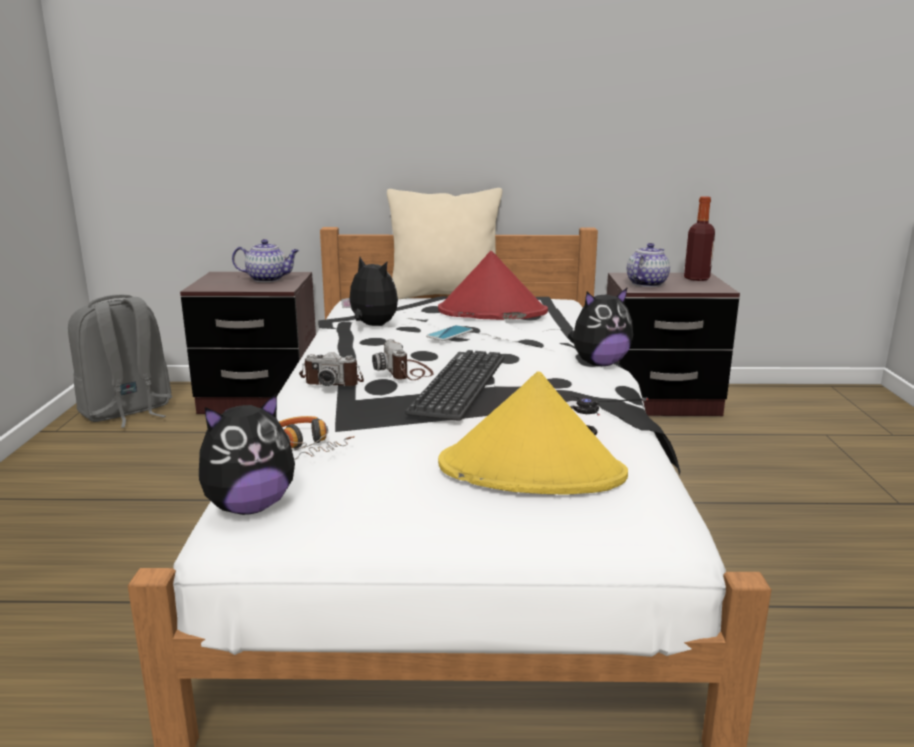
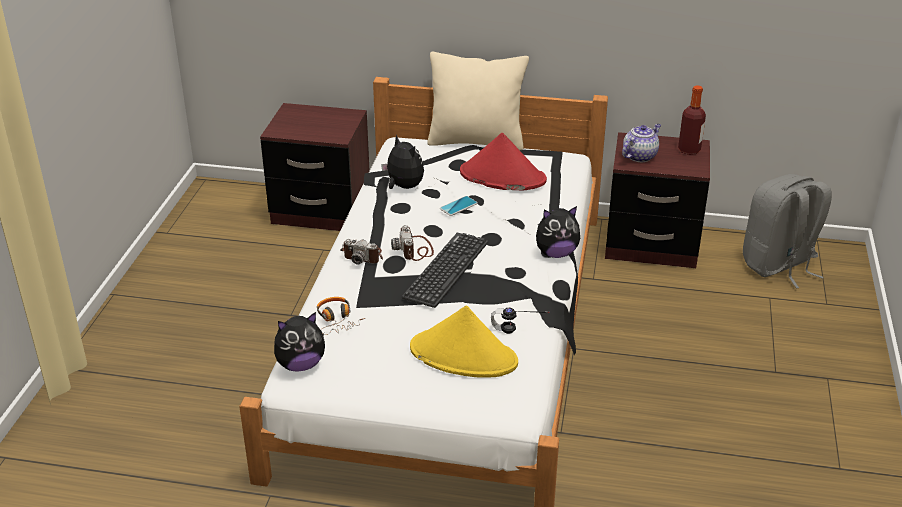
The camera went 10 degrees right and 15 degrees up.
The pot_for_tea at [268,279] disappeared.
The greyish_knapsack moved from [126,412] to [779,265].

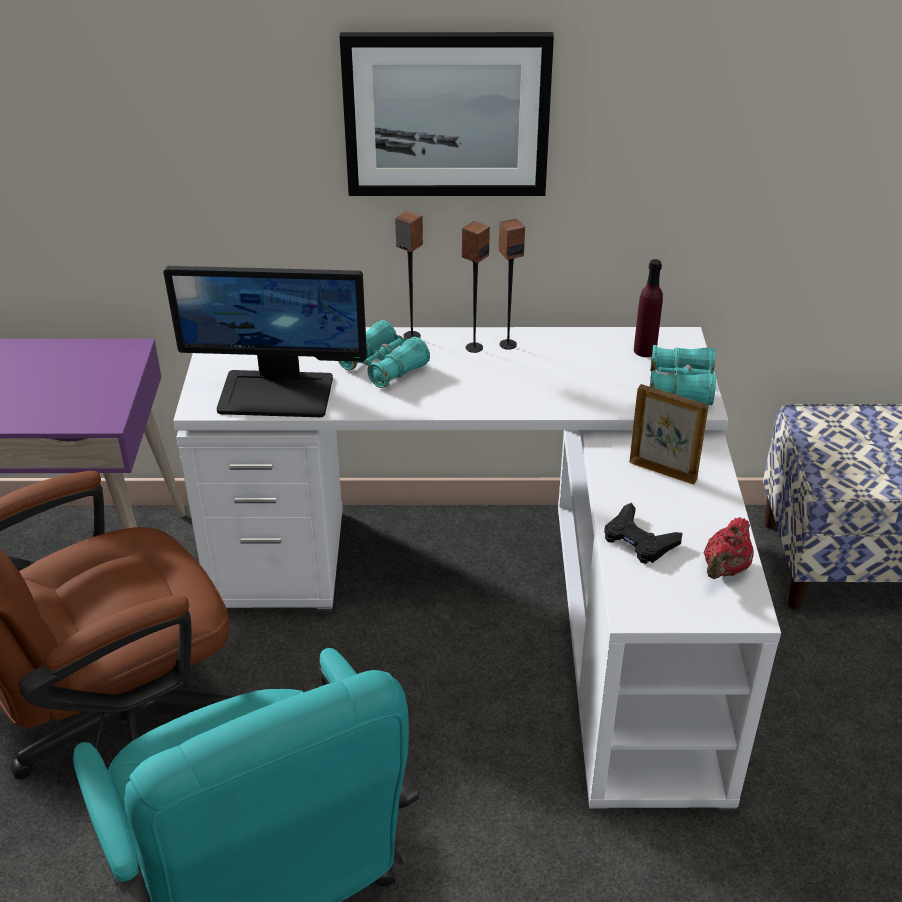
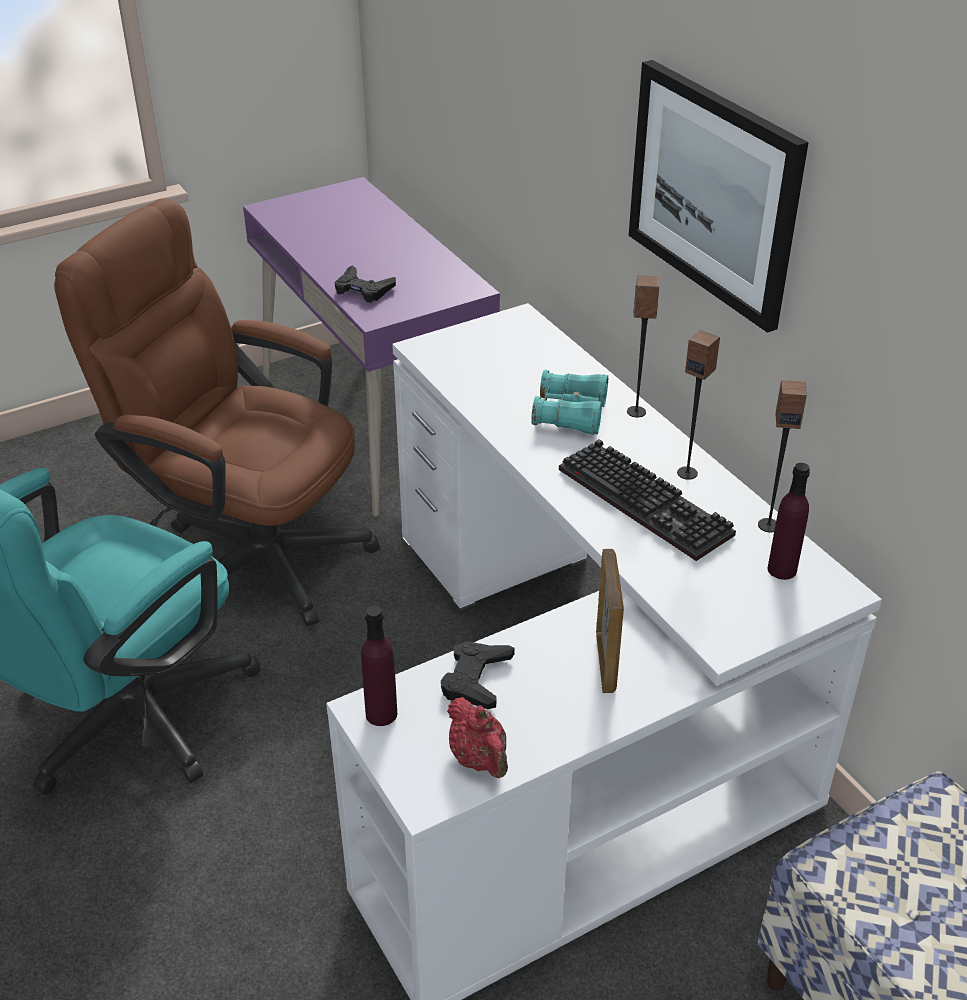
The camera went 60 degrees right and 0 degrees up.
The speaker moved from [474,347] to [768,525].
The computer_screen at [277,393] disappeared.
The blue-green_field_glasses at [681,386] disappeared.
The reddish_pot_for_tea at [725,569] turned 120 degrees counterclockwise.
The black-coloured_gamepad at [363,290] appeared.
The keyboard at [649,502] appeared.
The purple_beverage_bottle at [381,713] appeared.

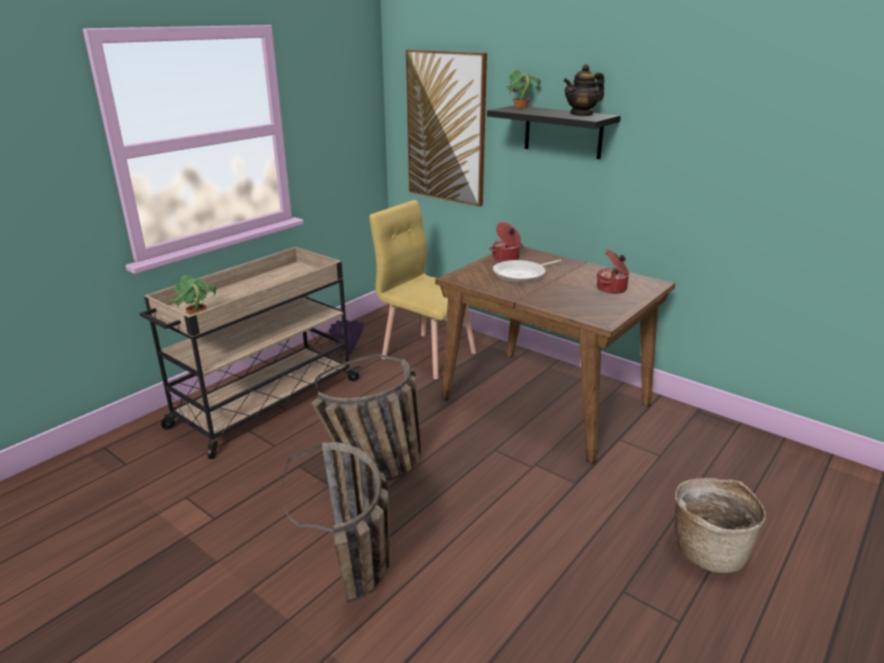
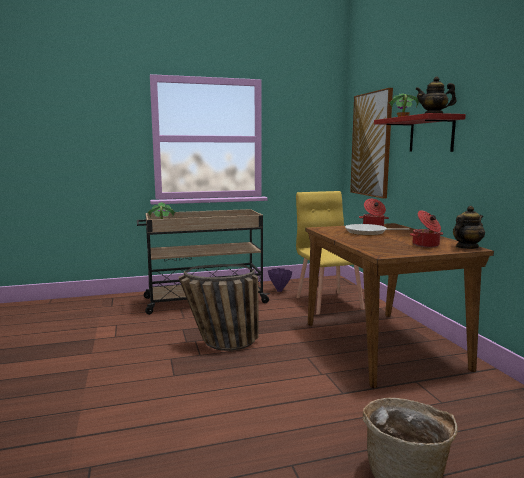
The camera went 35 degrees right and 15 degrees down.
The black-coloured_wall_shelf at [563,132] became the reddish_wall_shelf at [431,134].
The household_basket at [358,581] disappeared.
The pot_for_tea at [466,247] appeared.

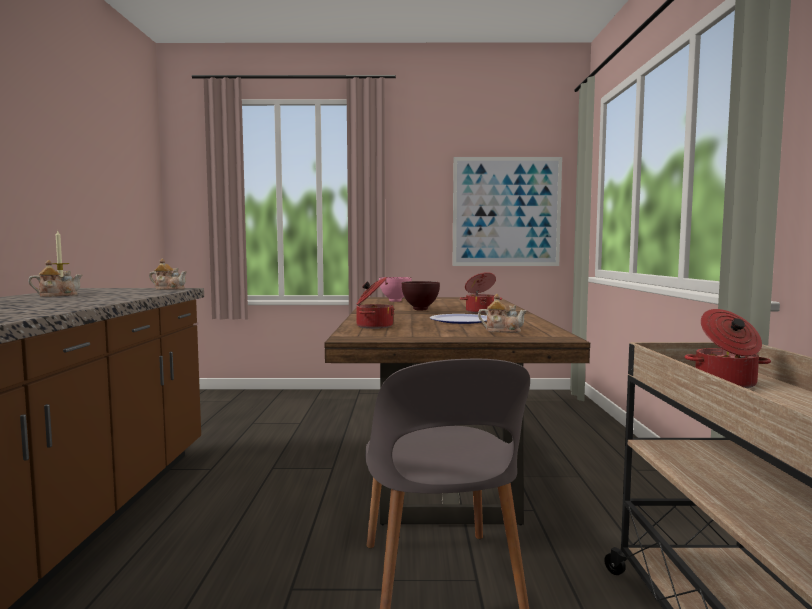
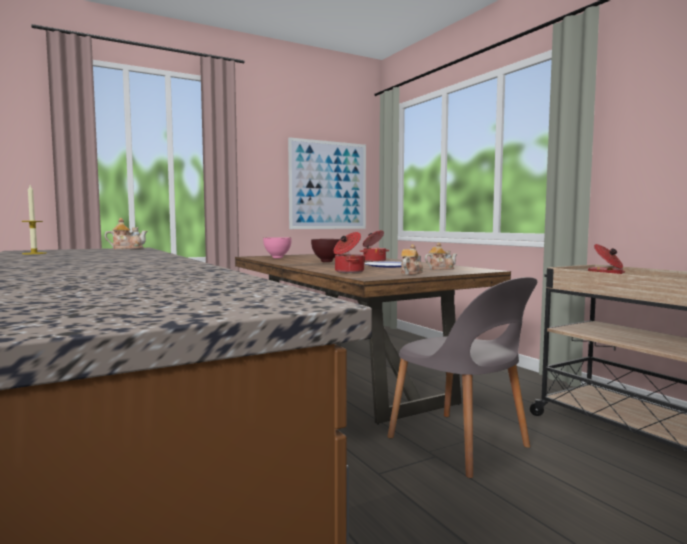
The camera went 30 degrees left and 0 degrees up.
The pot_for_tea moved from [57,295] to [411,273].

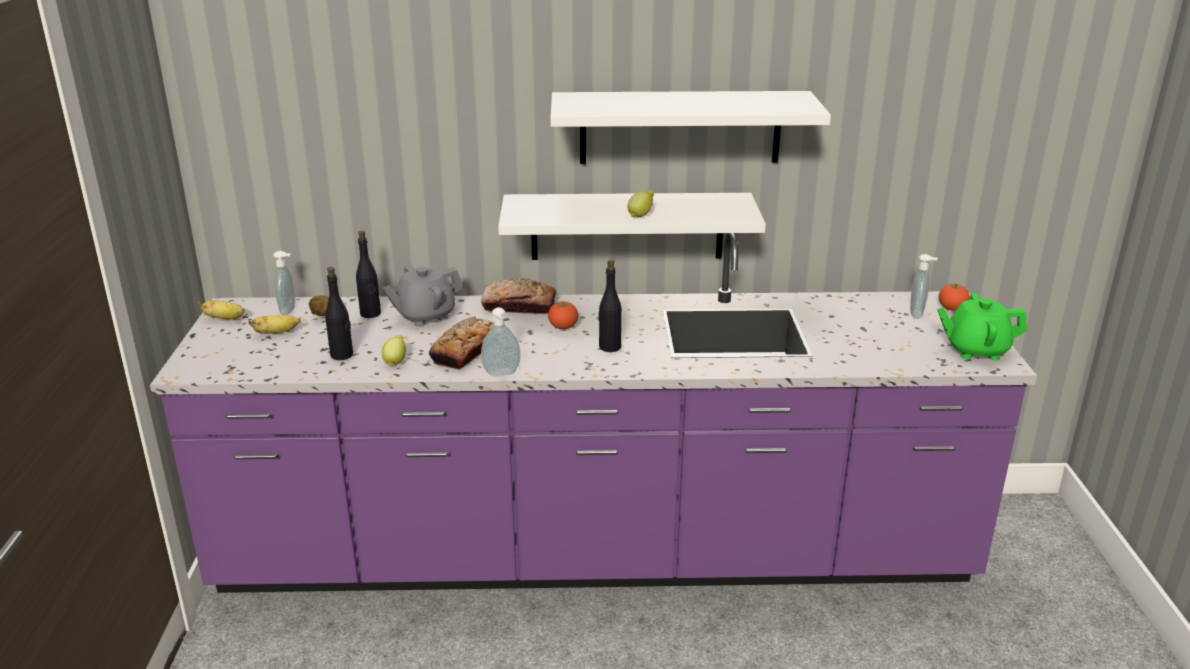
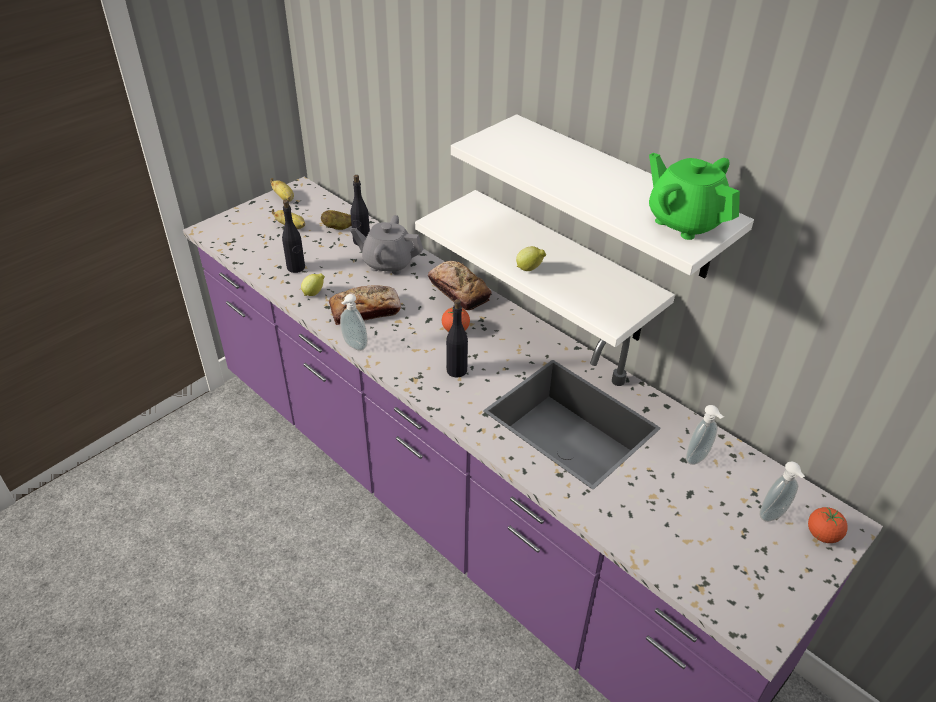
The camera went 45 degrees right and 15 degrees up.
The soap_dispenser moved from [289,310] to [698,459].
The green-coloured_pot_for_tea moved from [975,350] to [684,222].

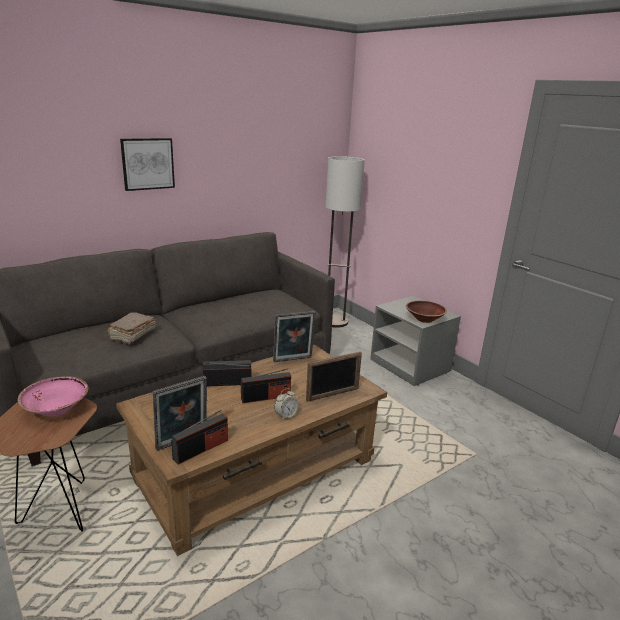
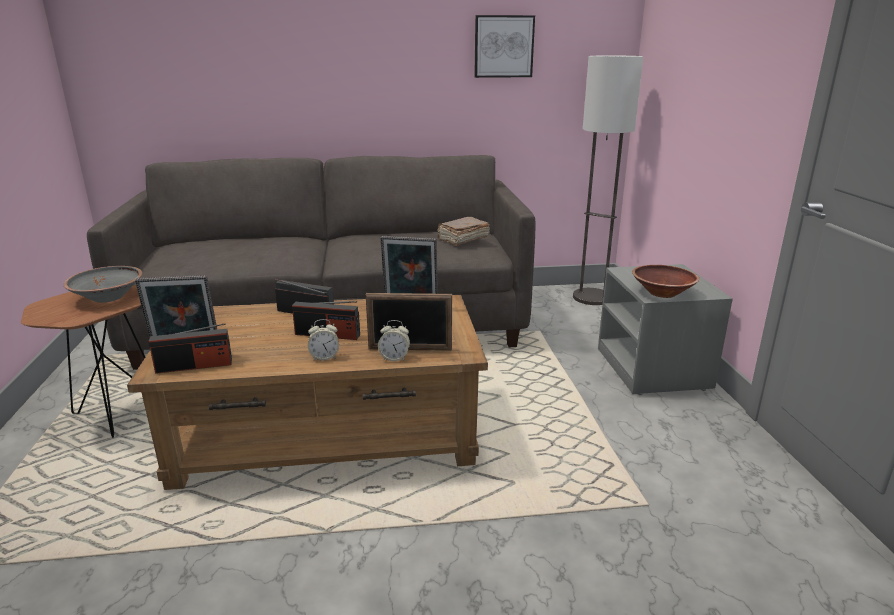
The camera went 30 degrees right and 0 degrees up.
The picture moved from [147,164] to [503,46].
The brown-coloured_bound_book moved from [131,335] to [462,239].
The pink_bowl at [56,409] became the greyish_bowl at [108,297].
The alarm_clock at [394,358] appeared.

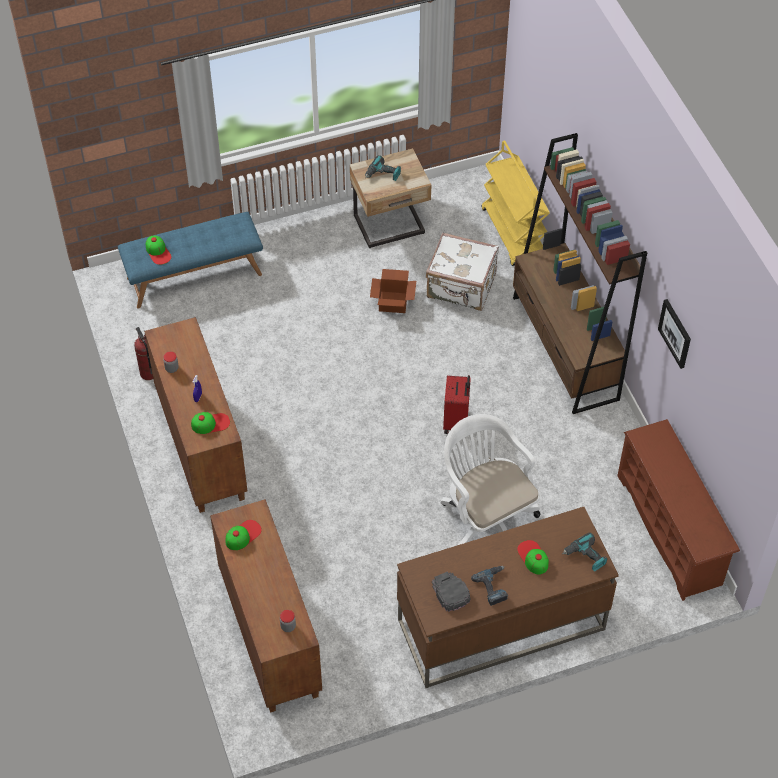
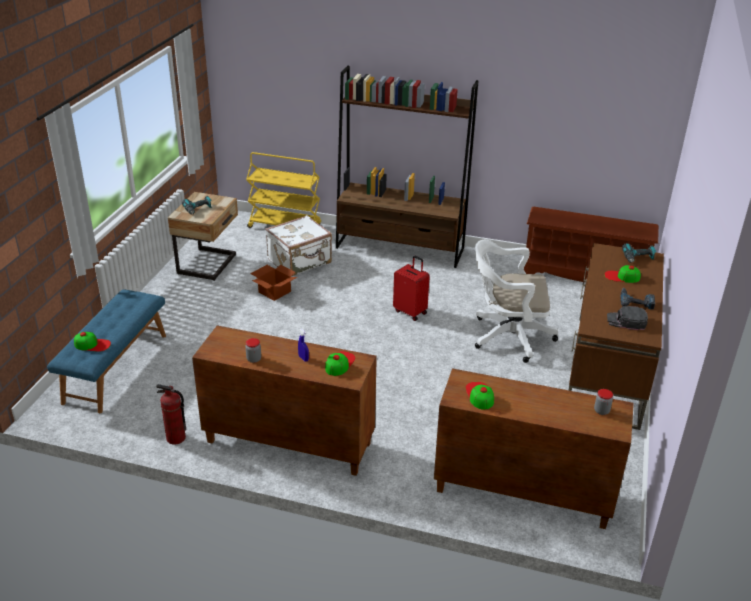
The camera went 55 degrees left and 20 degrees down.
The picture at [675,333] disappeared.

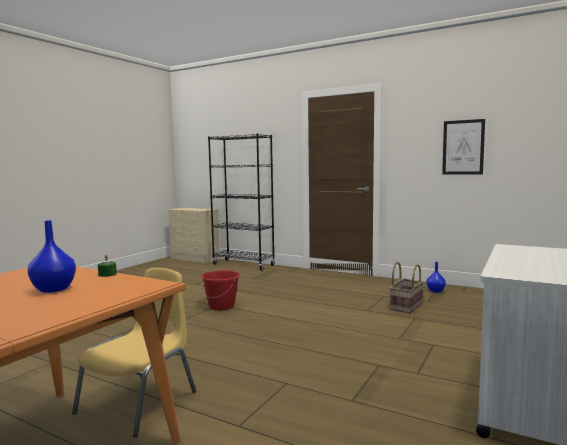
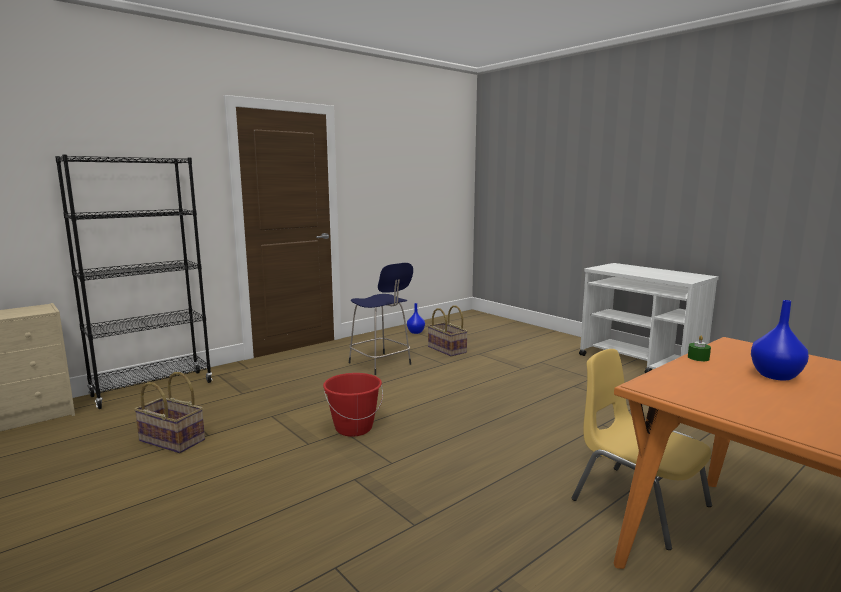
The camera went 70 degrees left and 5 degrees up.
The picture at [463,147] disappeared.
The blue-coloured_stool_seat at [381,364] appeared.
The household_basket at [171,441] appeared.

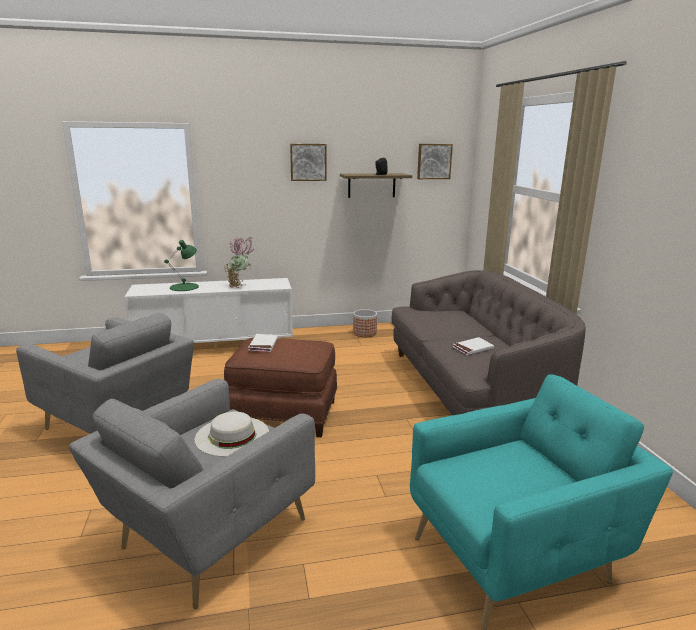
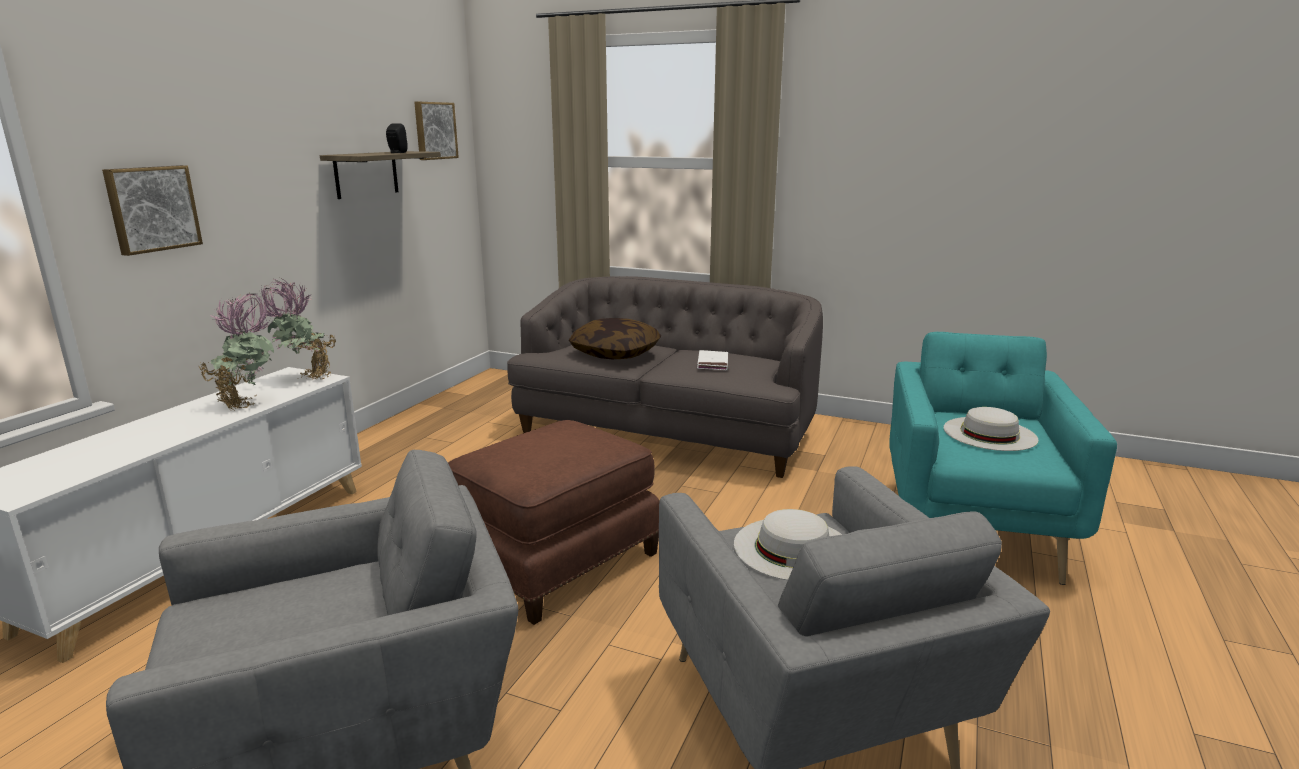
The camera went 55 degrees left and 0 degrees up.
The picture moved from [308,162] to [152,208].
The green-coloured_tabletop_lamp at [185,287] disappeared.
The plant_pot at [364,333] disappeared.
The whitish_bound_book at [263,344] disappeared.
The potted_plant at [305,379] appeared.
The cushion at [615,353] appeared.
The whitish_clothing_hat at [989,433] appeared.

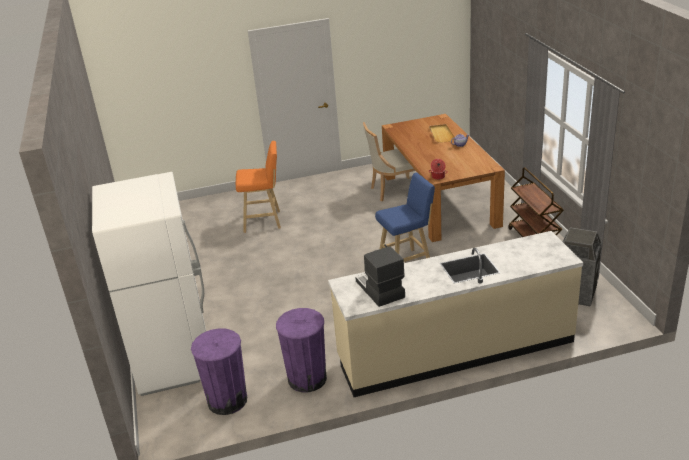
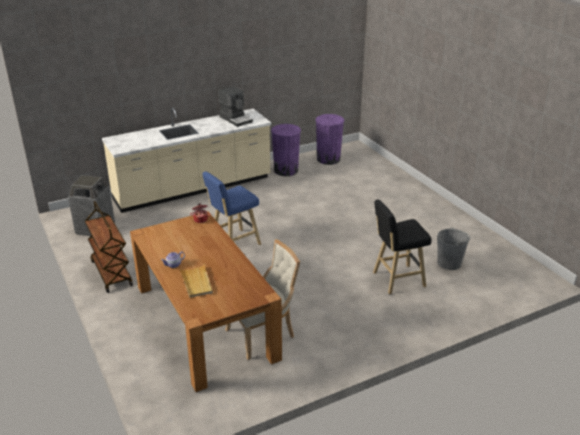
The camera went 165 degrees right and 0 degrees up.
The orangey_stool_seat at [264,221] became the black-coloured_stool_seat at [396,280].
The whitish_refrigerator at [174,361] disappeared.
The greyish_pail at [449,263] appeared.

